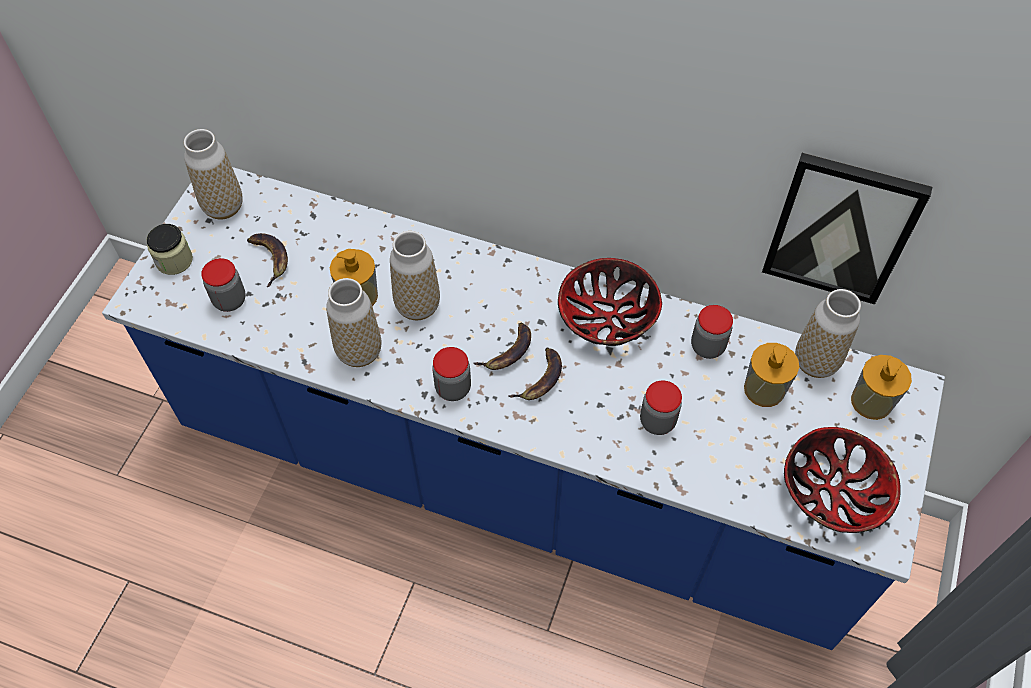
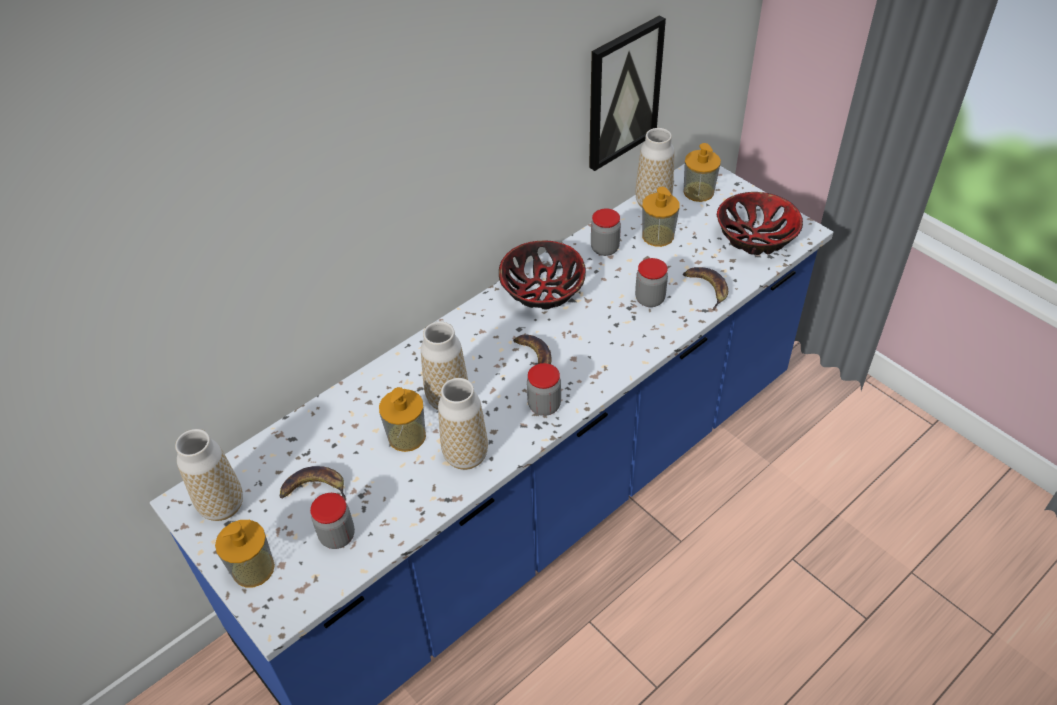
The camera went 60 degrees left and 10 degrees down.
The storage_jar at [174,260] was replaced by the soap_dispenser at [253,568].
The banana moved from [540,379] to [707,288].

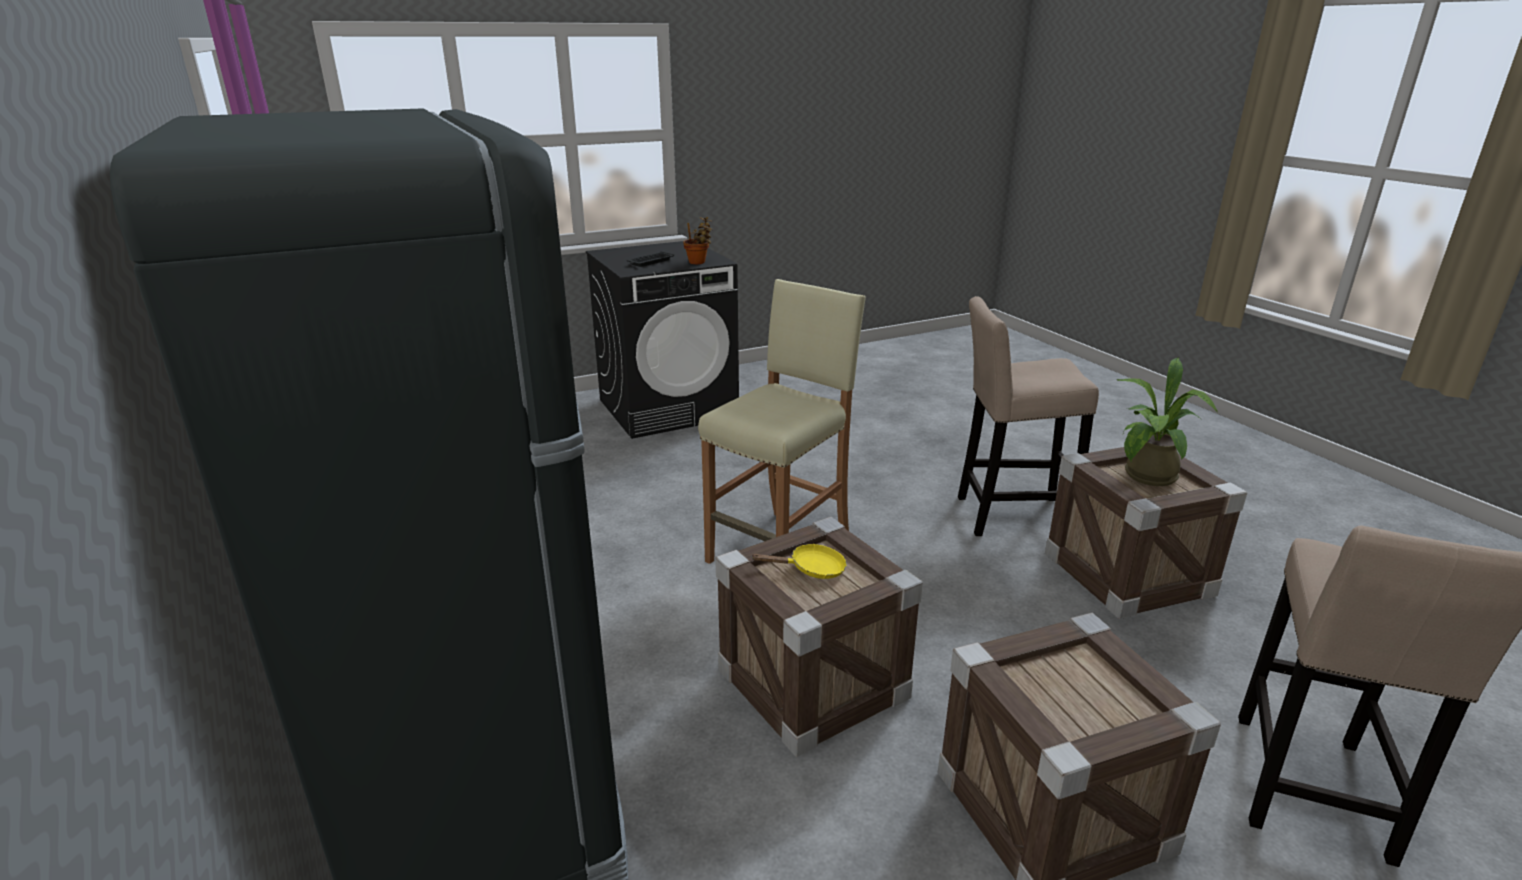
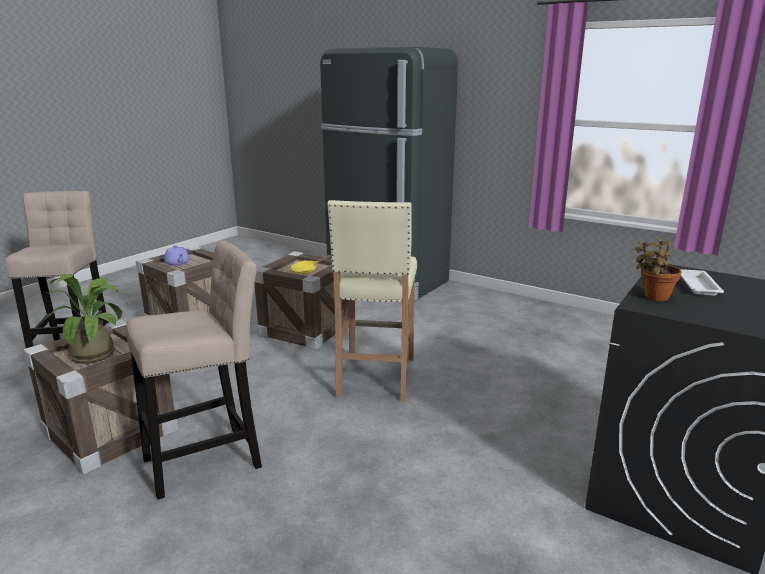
The camera went 150 degrees right and 5 degrees down.
The black-coloured_carrying_tray at [650,262] became the whitish_carrying_tray at [697,285].
The purple_pot_for_tea at [177,263] appeared.

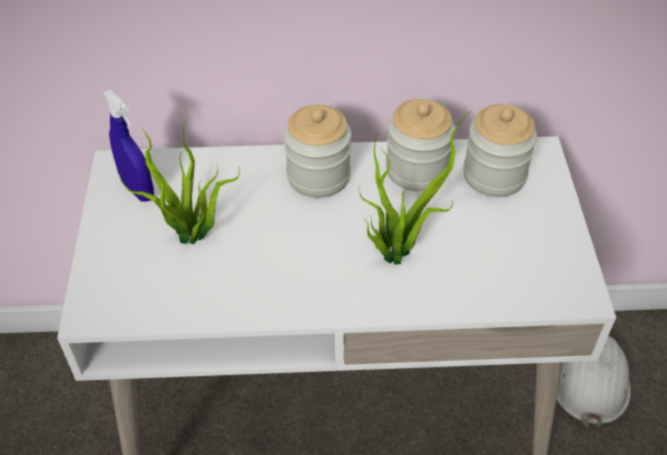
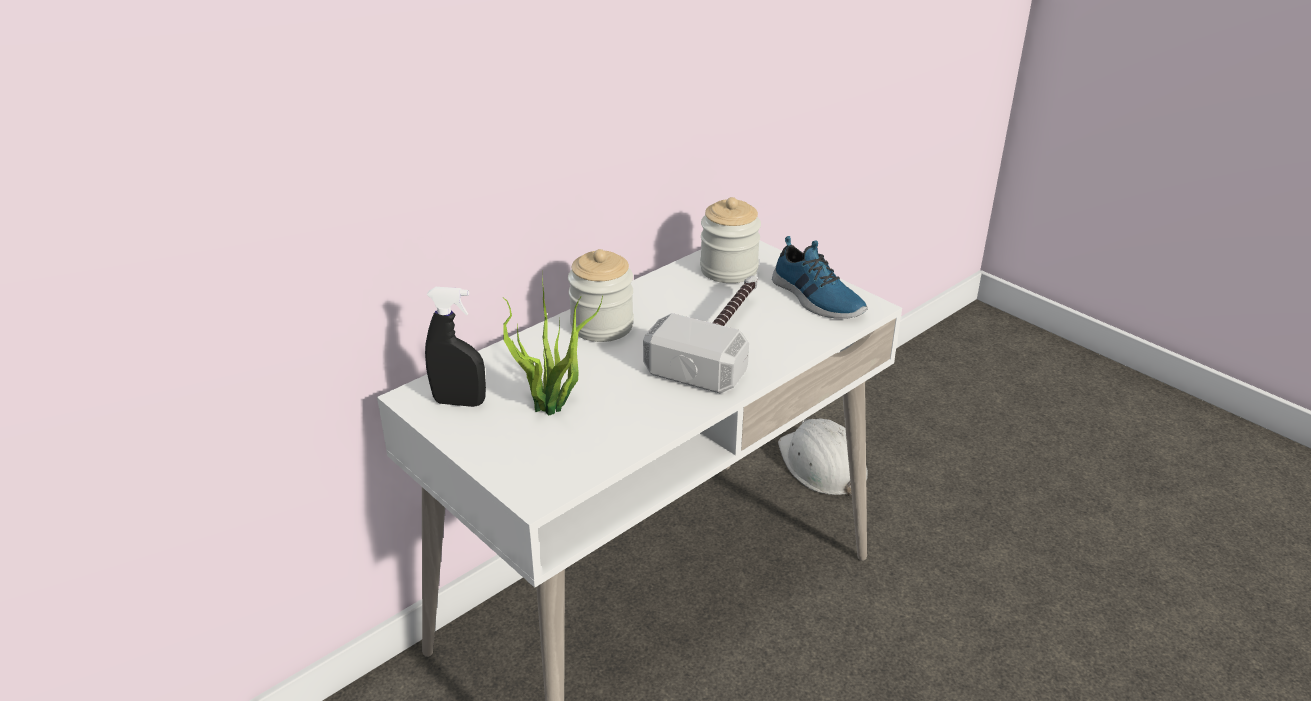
The camera went 40 degrees left and 15 degrees down.
The blue-coloured_sprayer at [138,189] became the black-coloured_sprayer at [459,402].
The storage_jar at [417,170] disappeared.
The potted_plant at [396,250] was replaced by the hammer at [719,340].
The item_of_footwear at [816,298] appeared.

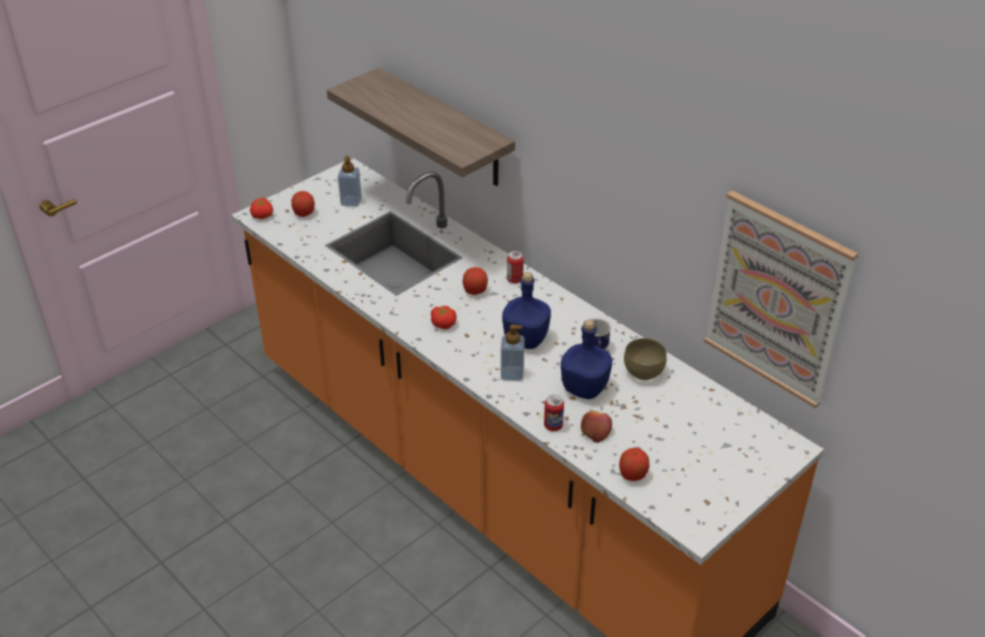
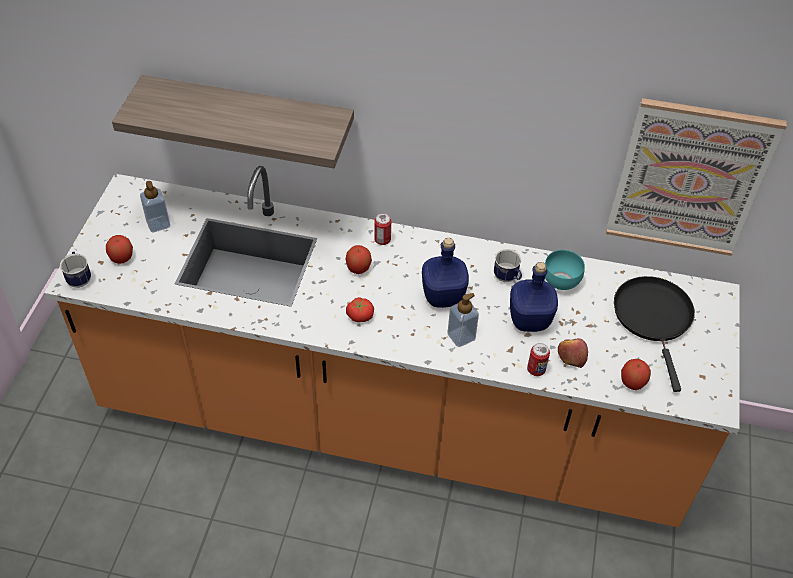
The camera went 35 degrees left and 10 degrees up.
The tomato at [262,215] was replaced by the mug at [79,278].
The brown-coloured_bowl at [643,373] became the blue-green_bowl at [561,283].
The black-coloured_pan at [654,318] appeared.

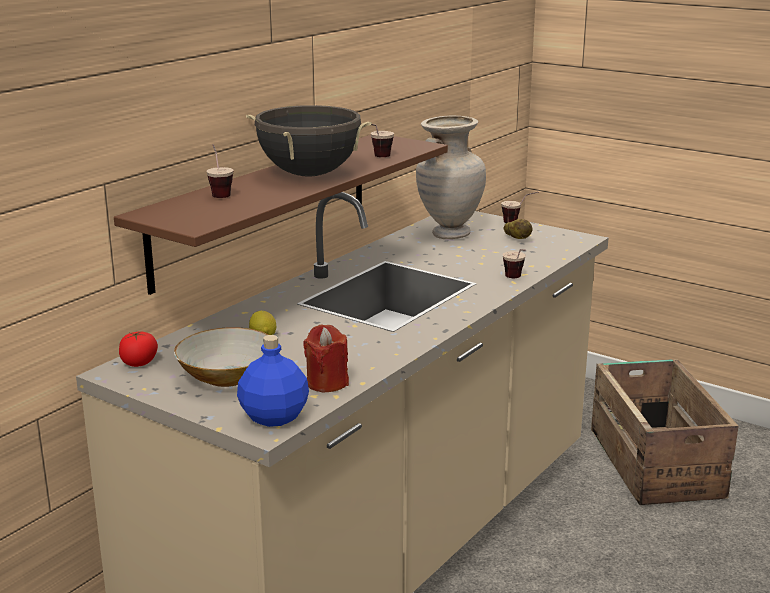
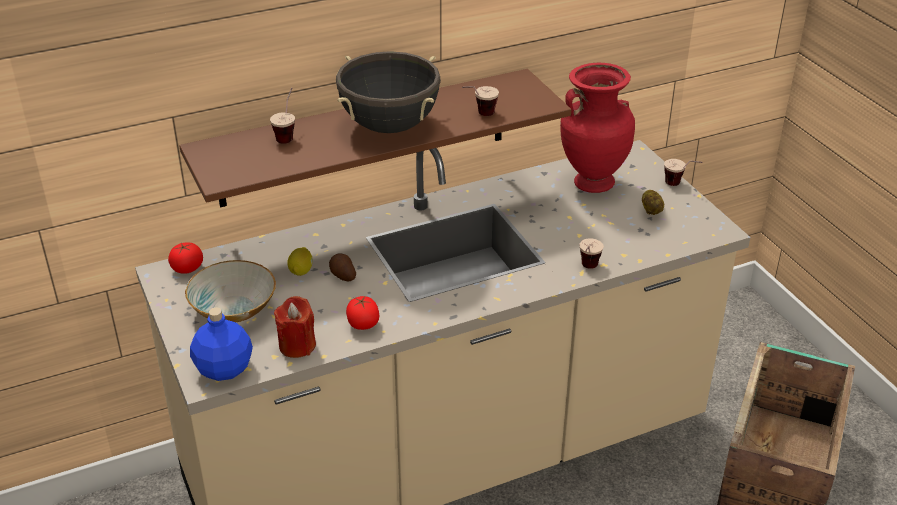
The camera went 30 degrees right and 15 degrees up.
The beige_flower_vase at [449,234] became the reddish_flower_vase at [592,183].
The spud at [342,275] appeared.
The tomato at [363,324] appeared.

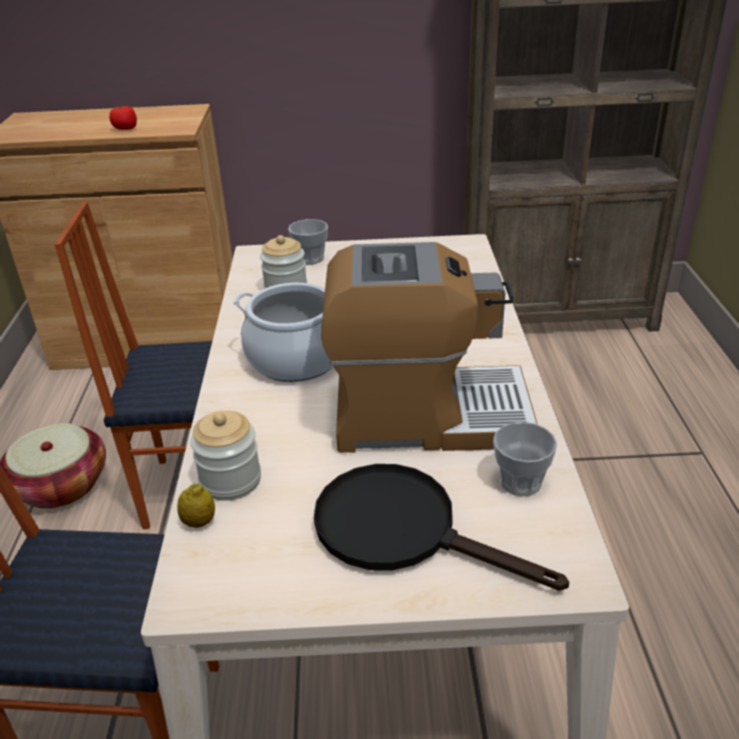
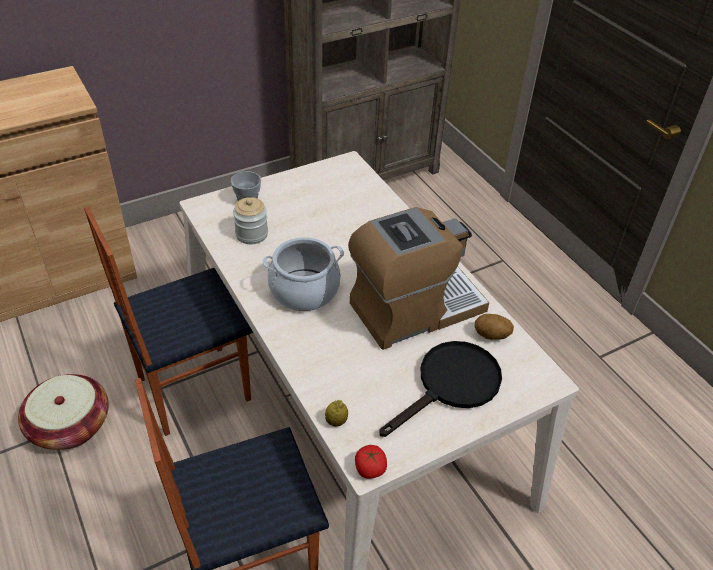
The camera went 30 degrees left and 10 degrees up.
The tomato moved from [125,129] to [370,469].
The storage_jar at [230,480] disappeared.
The cup at [520,482] was replaced by the spud at [491,336].
The black-coloured_pan at [404,530] turned 135 degrees clockwise.

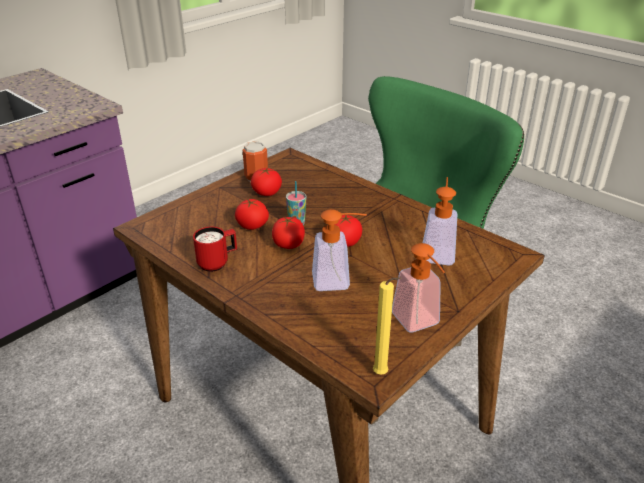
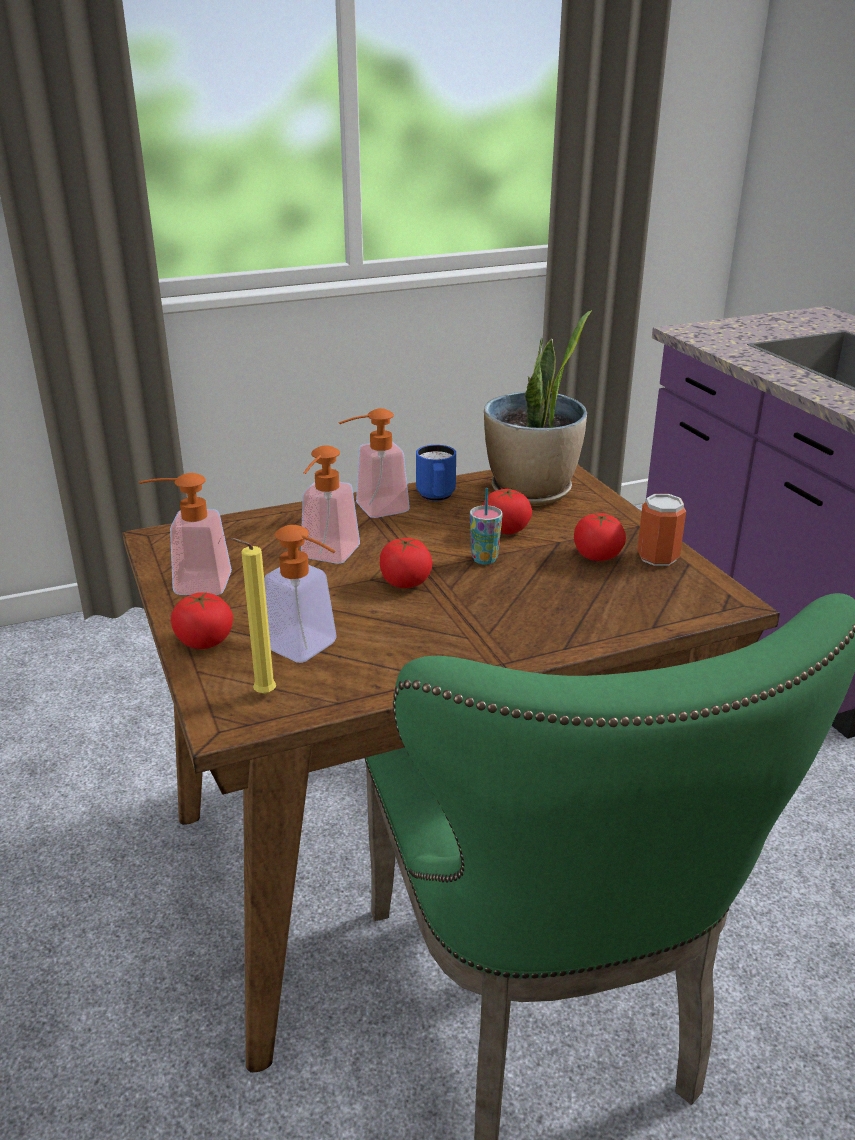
The camera went 115 degrees right and 5 degrees down.
The tomato moved from [288,245] to [204,641].
The reddish_mug at [218,263] became the blue-coloured_mug at [436,497].
The yellow-coloured_wax_light moved from [382,374] to [261,695].
The potted_plant at [531,492] appeared.
The soap_dispenser at [373,510] appeared.

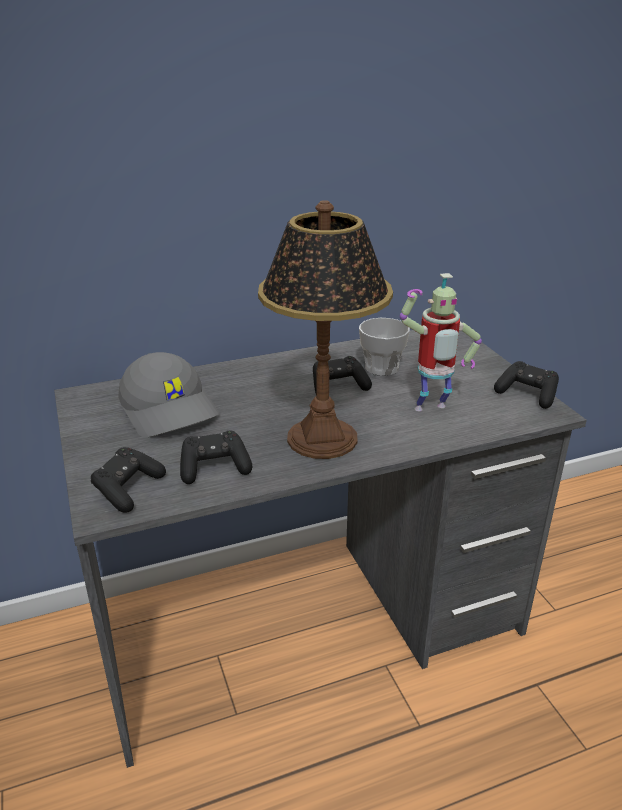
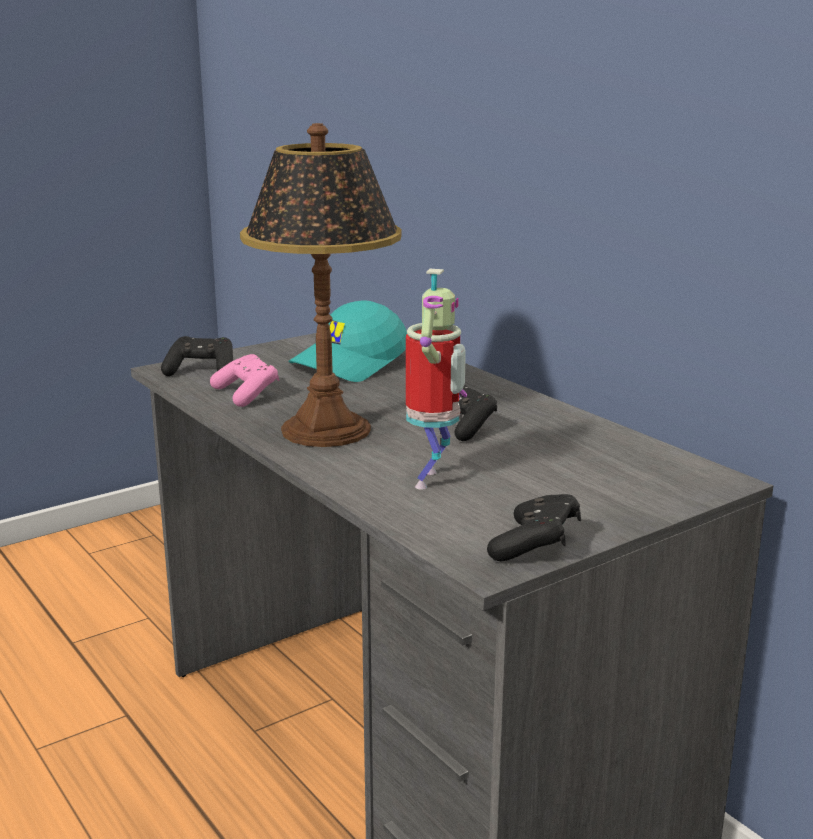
The camera went 75 degrees right and 10 degrees down.
The model_robot at [431,410] turned 135 degrees counterclockwise.
The cup at [382,367] disappeared.
The greyish_cap at [171,410] became the blue-green_cap at [350,364].
The black-coloured_gamepad at [214,468] became the pink_gamepad at [246,394].

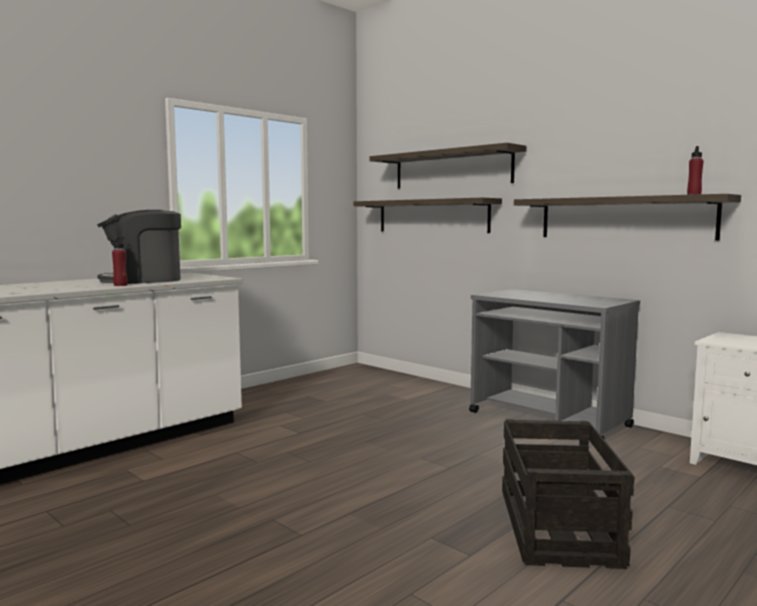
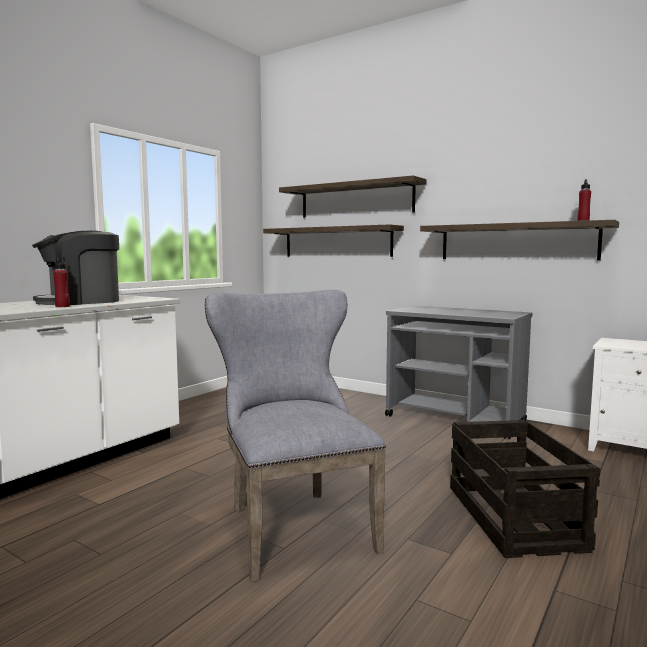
The camera went 10 degrees left and 0 degrees up.
The greyish_chair at [293,524] appeared.

